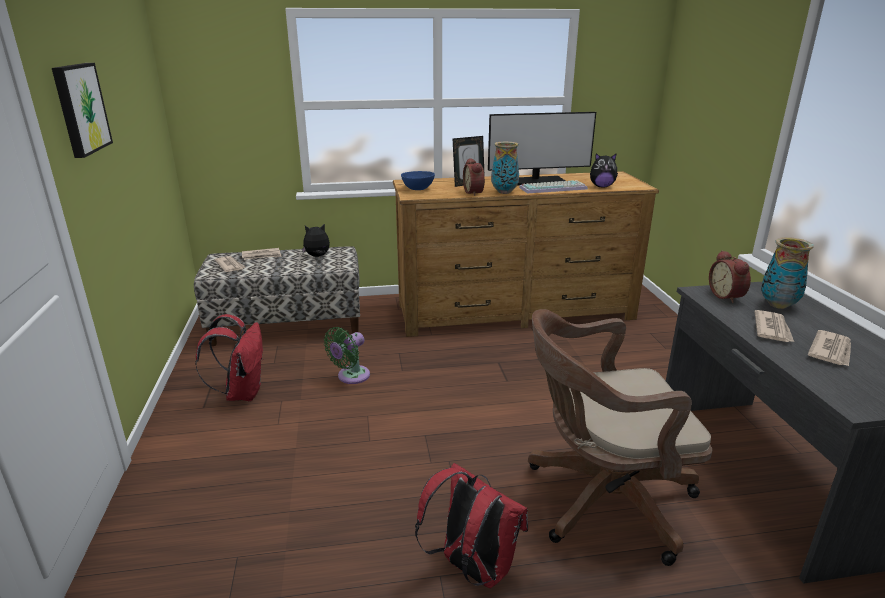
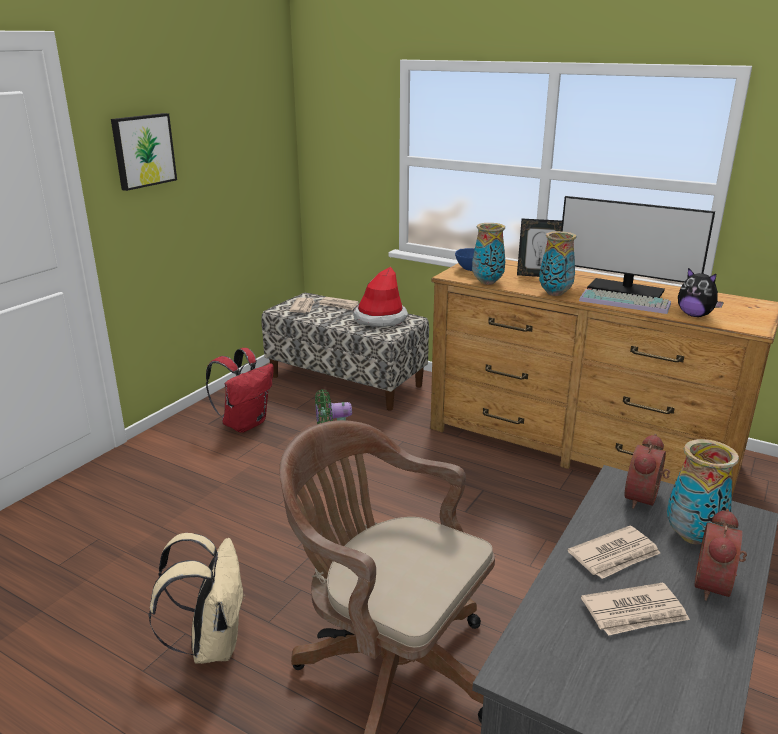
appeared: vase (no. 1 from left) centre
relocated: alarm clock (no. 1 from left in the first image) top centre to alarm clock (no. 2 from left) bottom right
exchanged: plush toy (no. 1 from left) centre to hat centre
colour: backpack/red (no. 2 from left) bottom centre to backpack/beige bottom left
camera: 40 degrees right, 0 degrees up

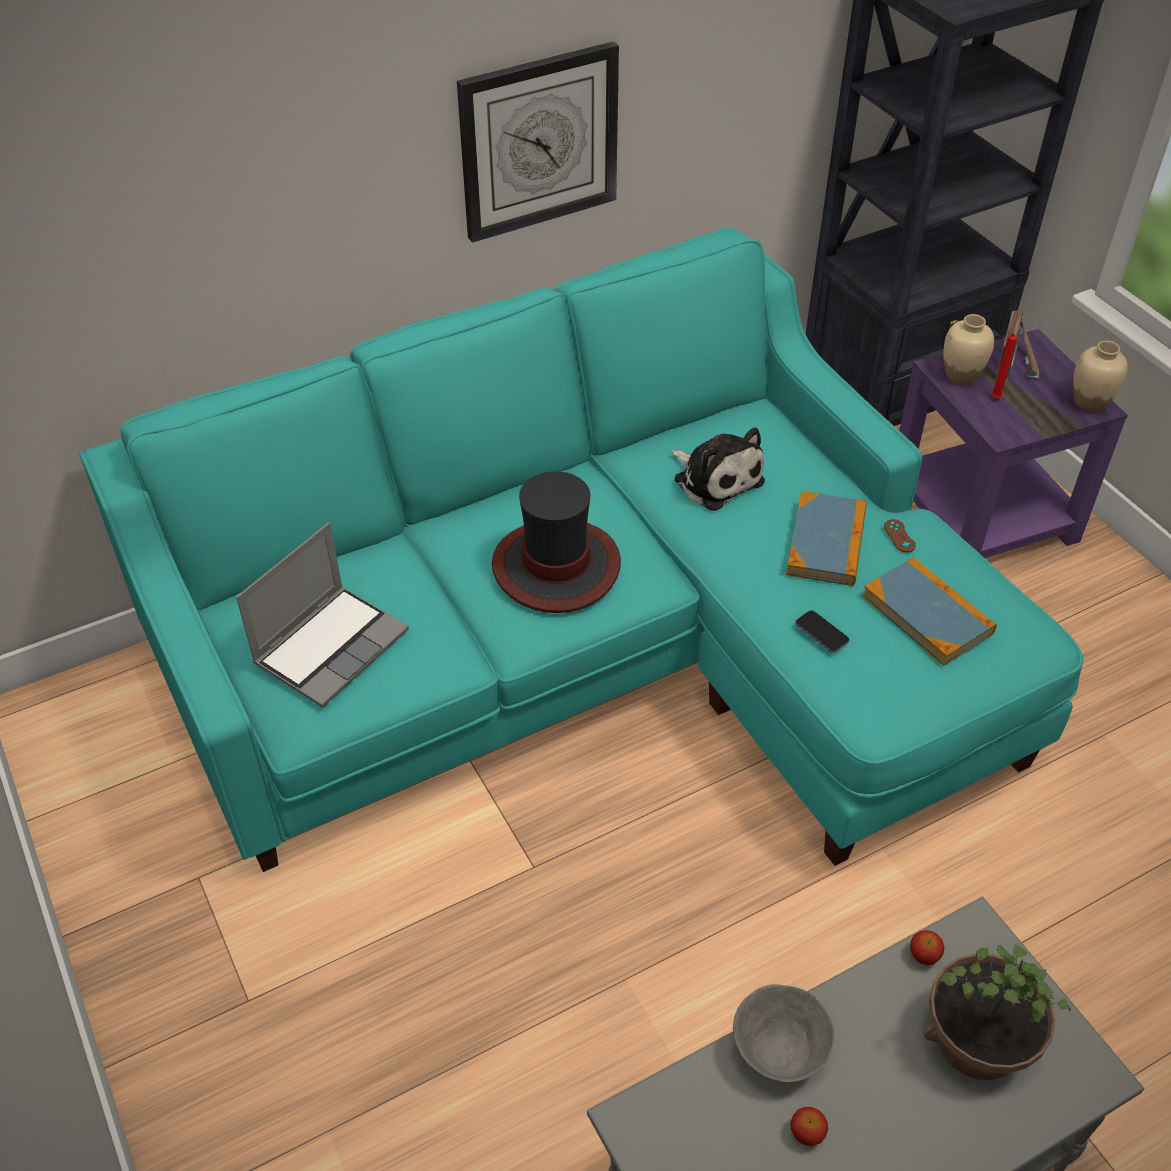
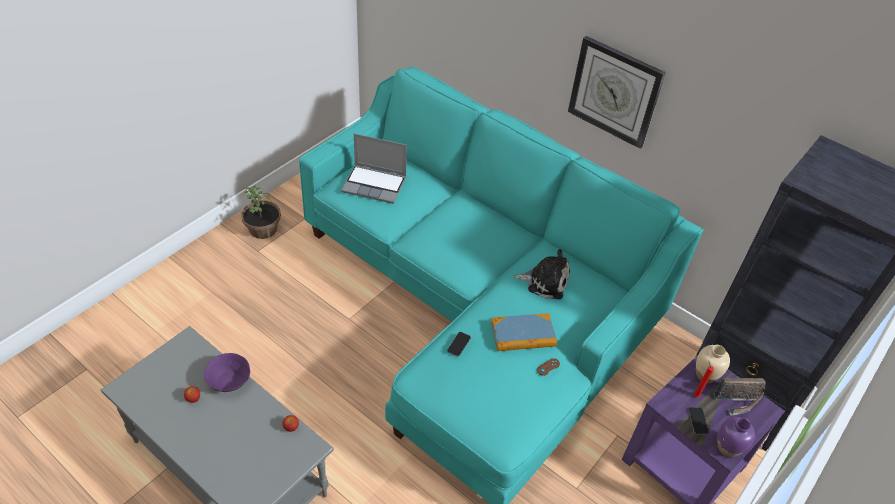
missing: hat centre; book (no. 2 from left) middle right
appeared: phone (no. 2 from left) bottom right
relocated: potted plant bottom right to middle left
colour: bowl/grey bottom right to bowl/purple bottom left; vase/beige (no. 2 from left) top right to vase/purple bottom right
spun: plush toy centre = centre 105 degrees counterclockwise
camera: 65 degrees right, 0 degrees up

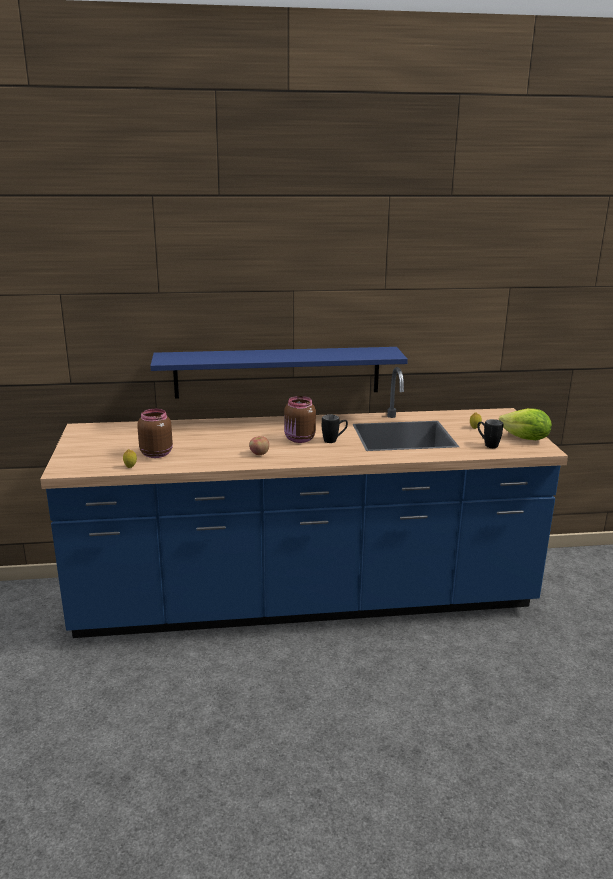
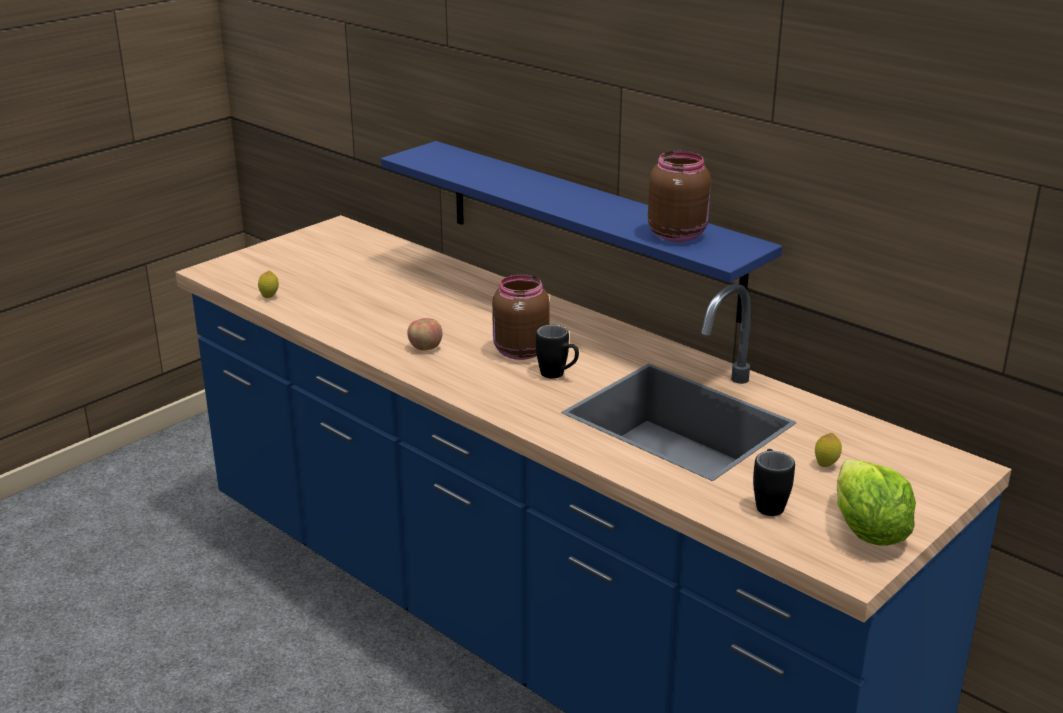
relocated: jar/brown (no. 1 from left in the first image) middle left to jar/brown (no. 2 from left) top centre
camera: 50 degrees right, 5 degrees up

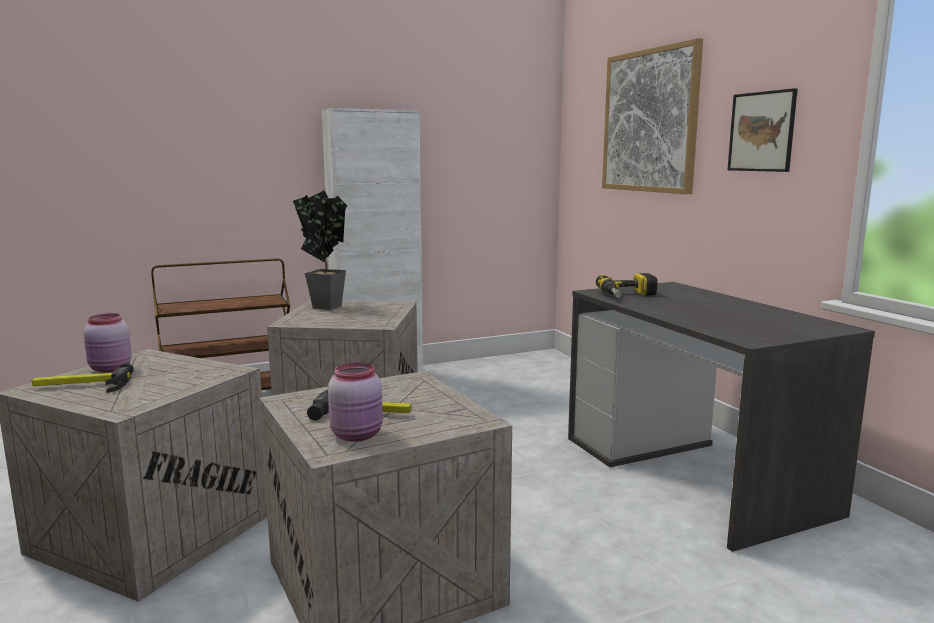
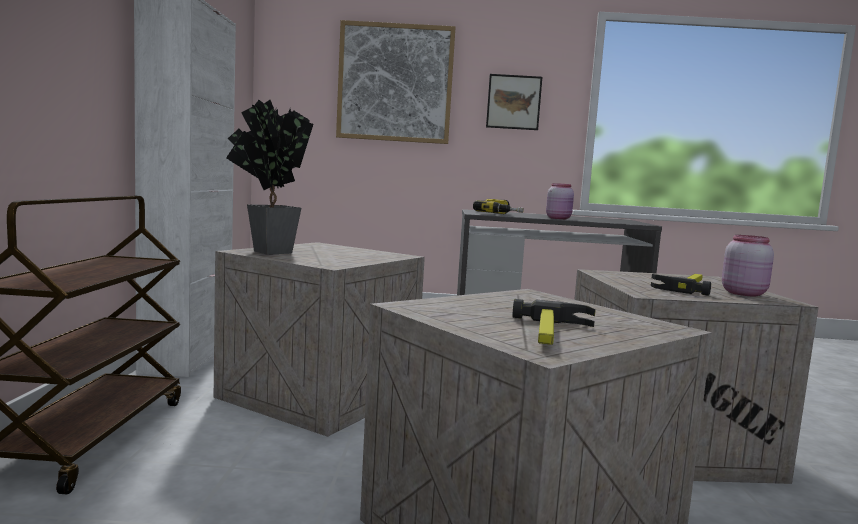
relocated: jar/pink (no. 1 from left) middle left to centre
camera: 65 degrees left, 5 degrees down

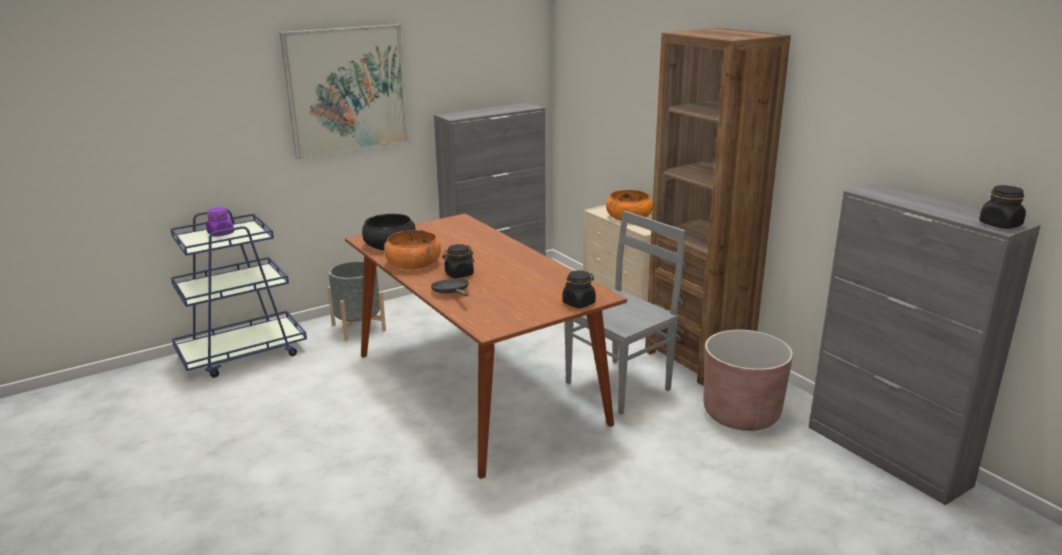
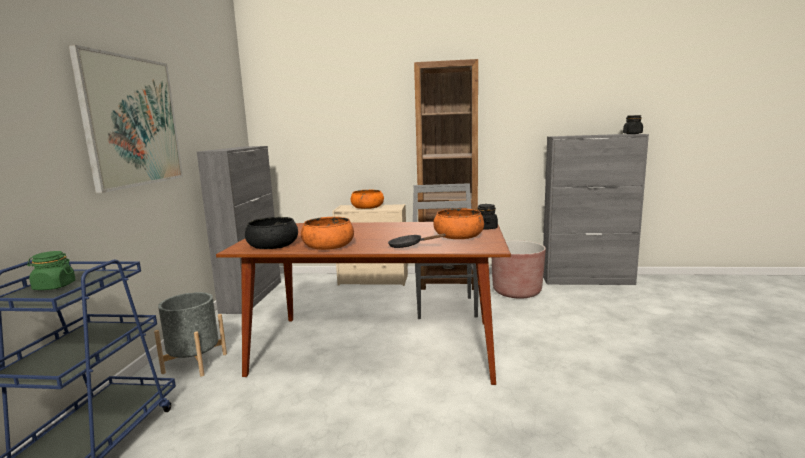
missing: jar/black (no. 1 from left) centre
appeared: bowl/orange (no. 3 from left) centre
colour: jar/purple middle left to jar/green middle left
camera: 50 degrees left, 10 degrees down

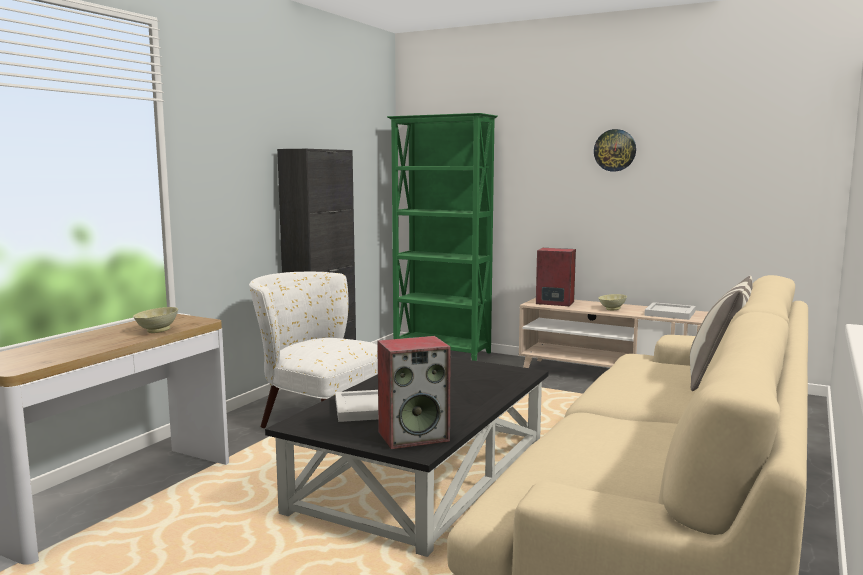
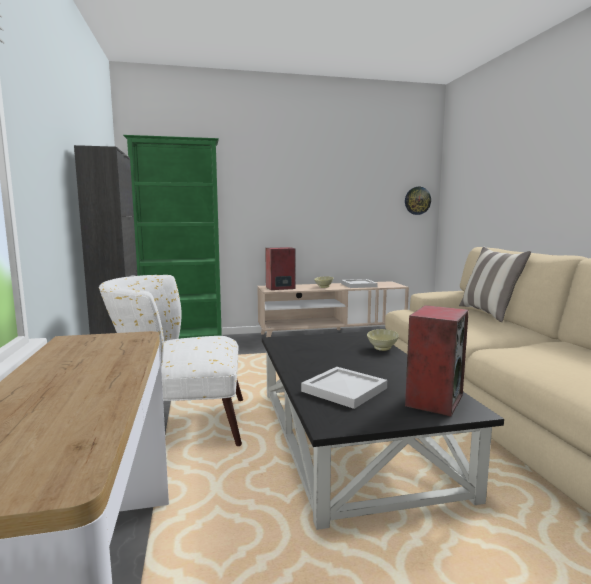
relocated: bowl/beige (no. 1 from left in the first image) middle left to bowl/beige (no. 2 from left) centre; wall clock top right to middle right
camera: 40 degrees left, 0 degrees up

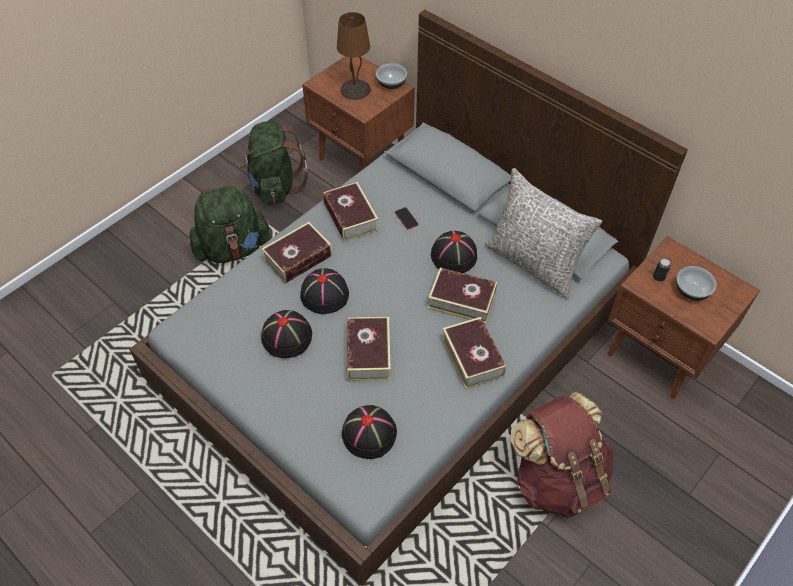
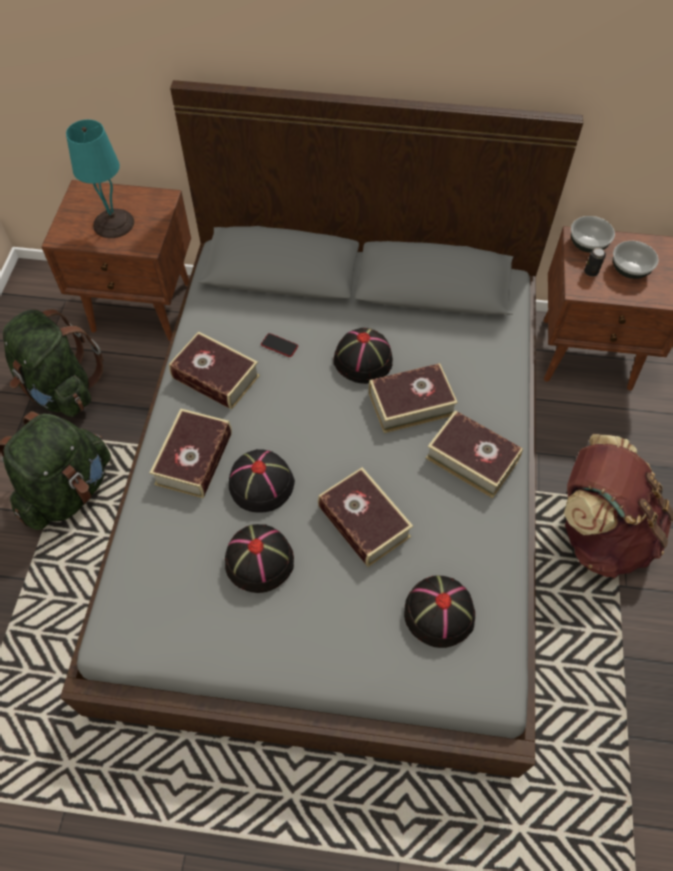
missing: pillow/grey middle right
relocated: bowl (no. 1 from left) top centre to top right
colour: table lamp/brown top centre to table lamp/turquoise top left
camera: 35 degrees left, 5 degrees up

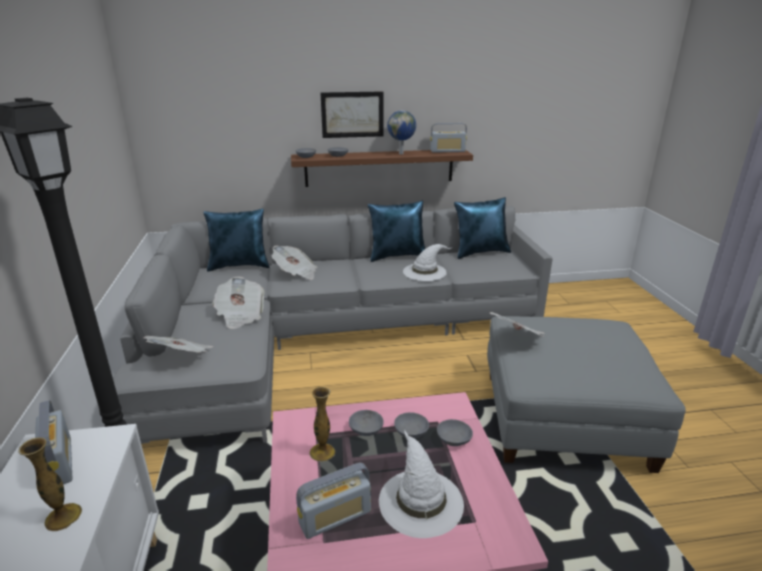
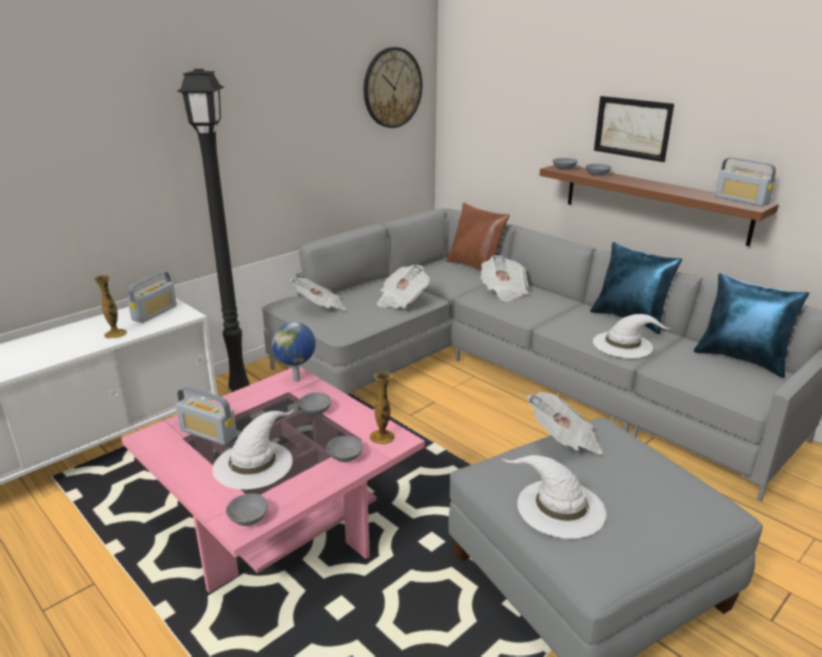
appeared: wall clock top centre; hat/white (no. 2 from left) bottom right
relocated: bowl/grey (no. 4 from left in the first image) bottom centre to bowl/grey (no. 1 from left) bottom left; globe top centre to centre; vase (no. 2 from left) bottom centre to centre
colour: pillow/blue (no. 1 from left) middle left to pillow/brown centre
camera: 55 degrees right, 0 degrees up

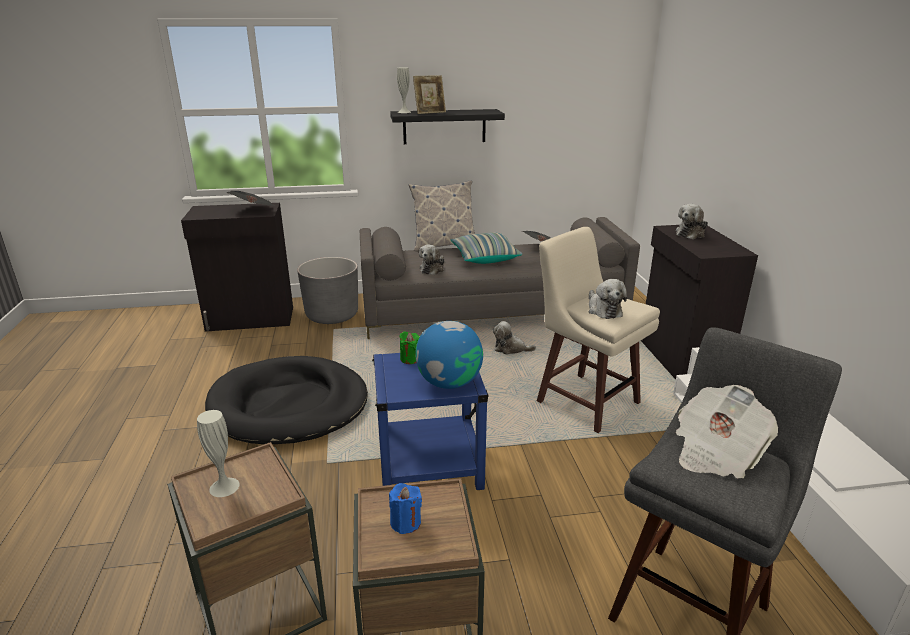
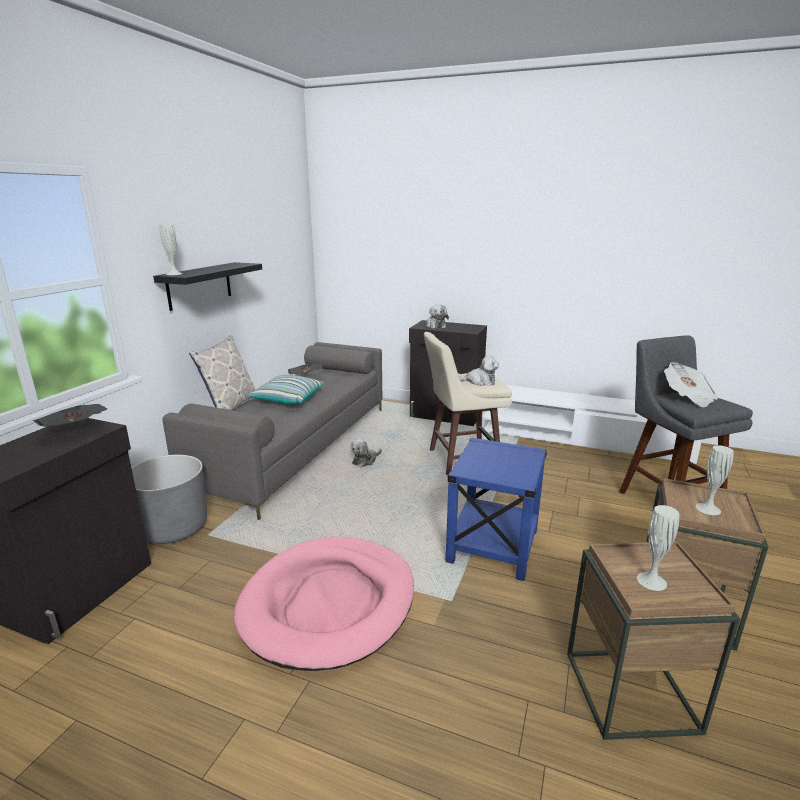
missing: candle/green centre; picture frame top centre; globe centre; plush toy (no. 1 from left) centre
exchanged: candle/blue bottom centre to vase/white (no. 3 from left) middle right
colour: dog bed/black middle left to dog bed/pink bottom centre
camera: 60 degrees left, 5 degrees down

